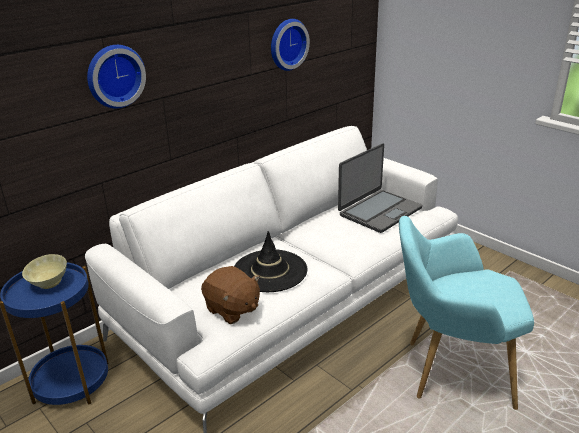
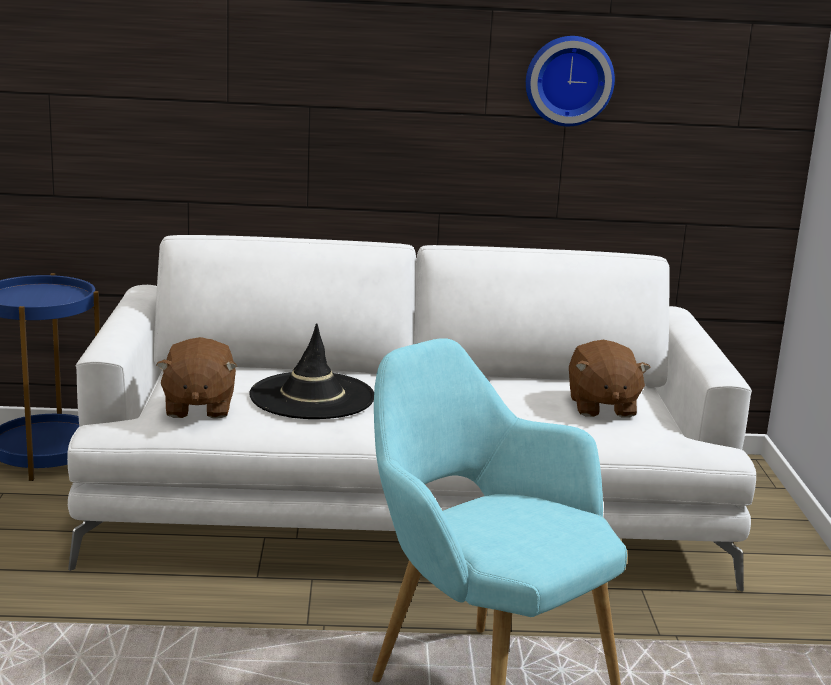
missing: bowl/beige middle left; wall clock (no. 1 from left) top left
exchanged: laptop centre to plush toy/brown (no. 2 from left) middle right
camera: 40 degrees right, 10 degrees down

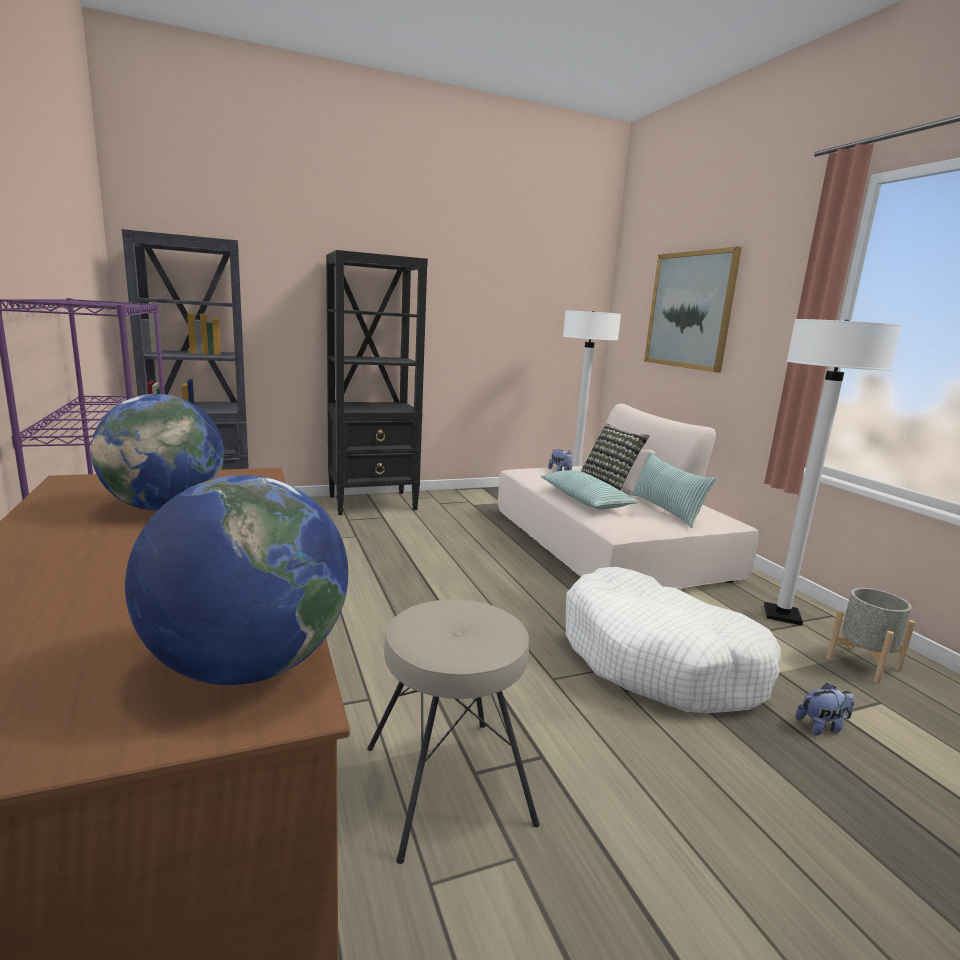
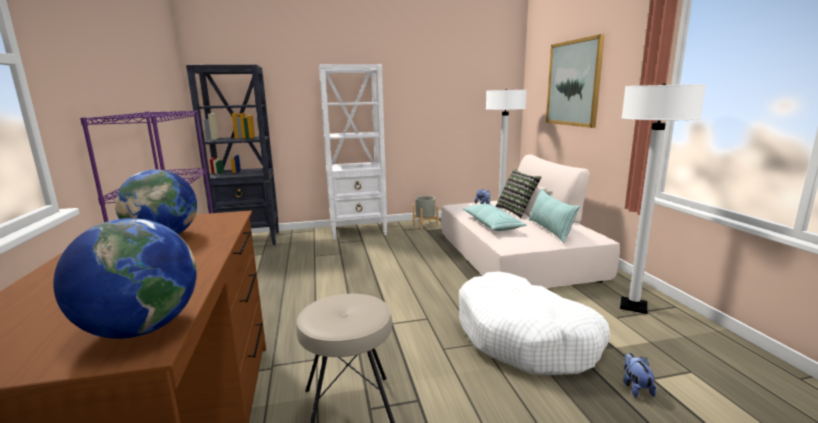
relocated: planter/grey middle right to centre
colour: bookcase/black (no. 2 from left) centre to bookcase/white centre
spun: plush toy (no. 2 from left) bottom right = bottom right 90 degrees counterclockwise
camera: 10 degrees right, 0 degrees up

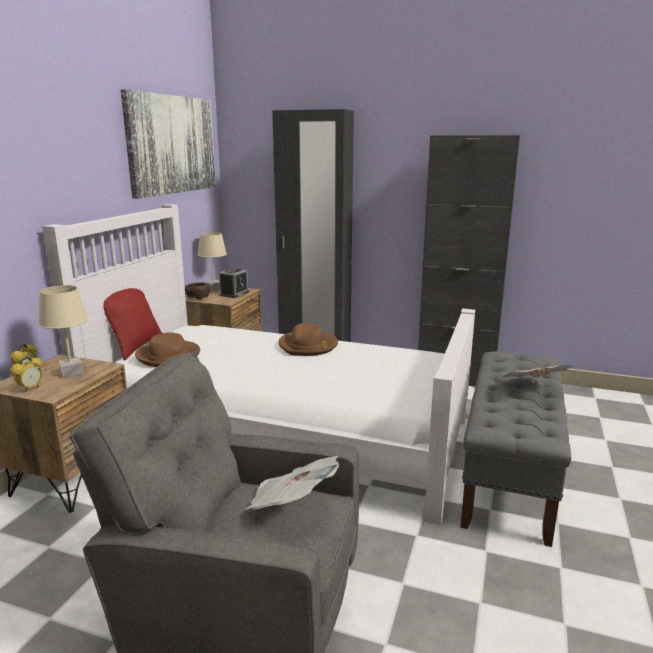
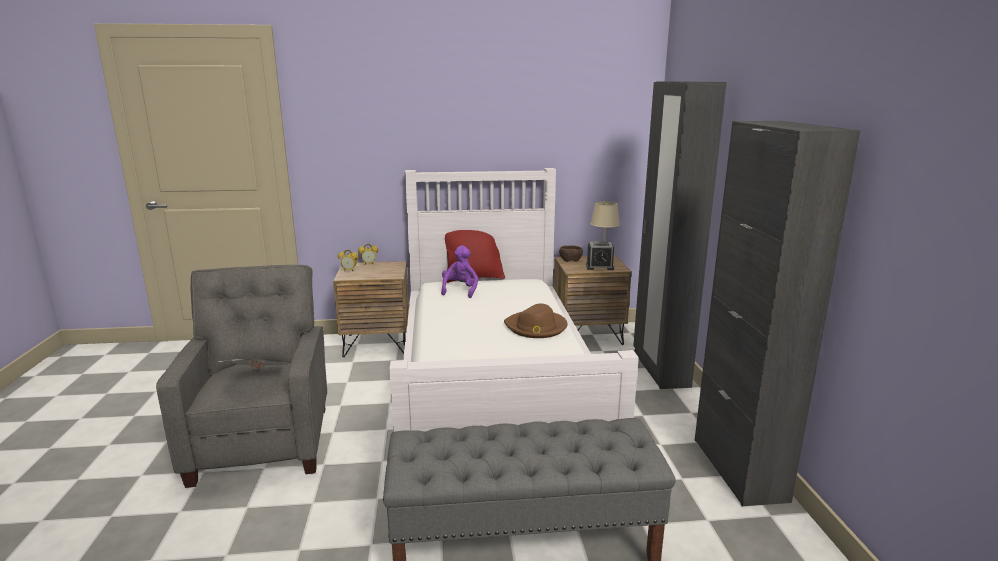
missing: table lamp/beige (no. 1 from left) middle left; picture top left; newspaper (no. 2 from left) middle right
exchanged: hat/brown (no. 1 from left) middle left to plush toy/purple centre
camera: 65 degrees right, 0 degrees up

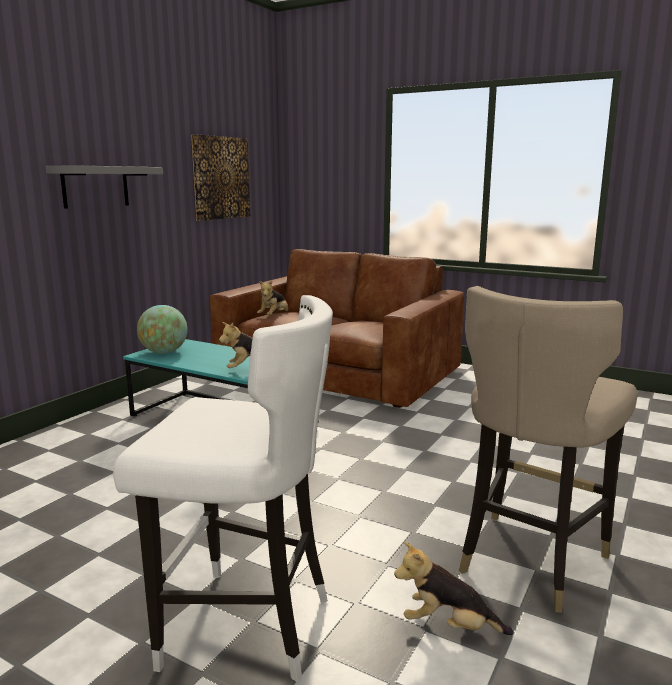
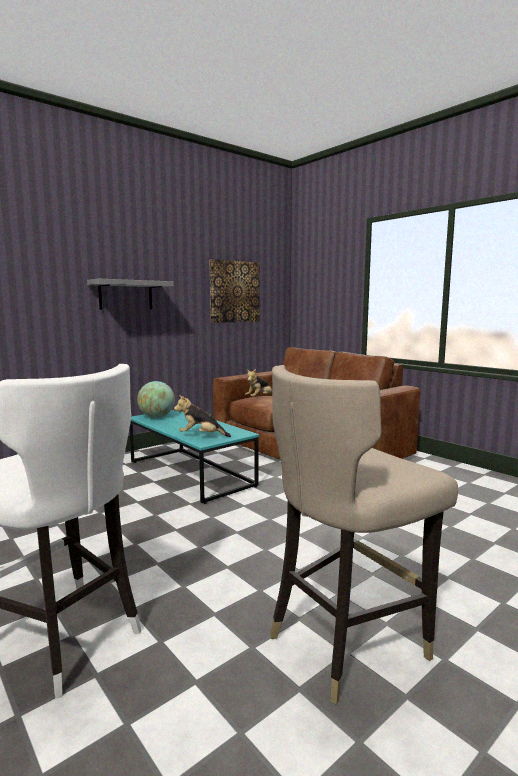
missing: plush toy (no. 3 from left) bottom right
camera: 20 degrees right, 5 degrees down

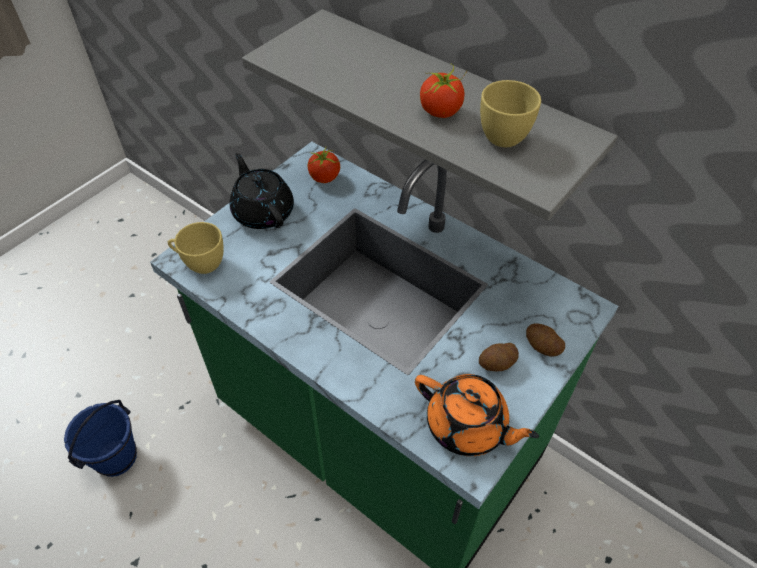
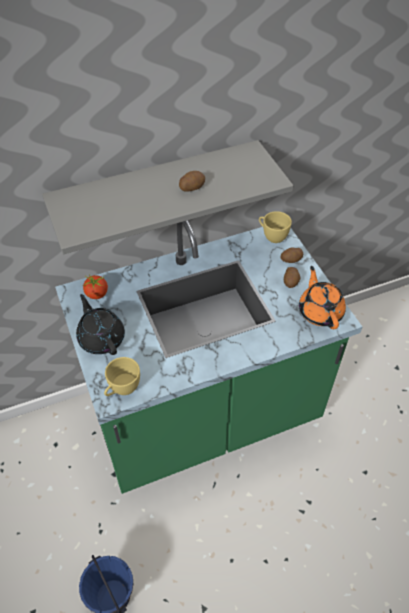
relocated: cup/yellow (no. 2 from left) top right to middle right
exchanged: tomato (no. 2 from left) top centre to potato (no. 1 from left) top centre
spun: teapot/black centre = middle left 60 degrees clockwise; teapot/orange bottom centre = middle right 75 degrees counterclockwise
camera: 60 degrees left, 0 degrees up

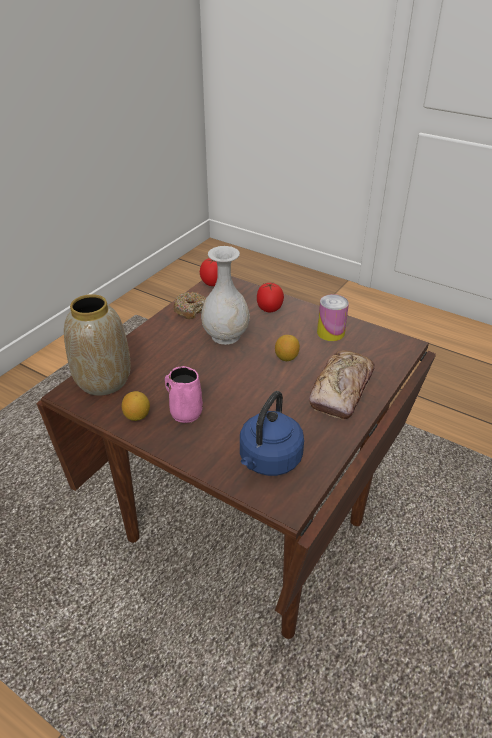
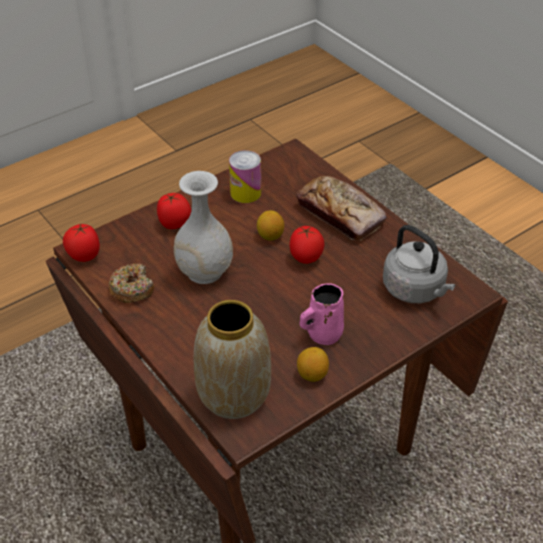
appeared: tomato (no. 3 from left) centre
colour: kettle/blue centre to kettle/grey middle right
camera: 70 degrees left, 5 degrees up

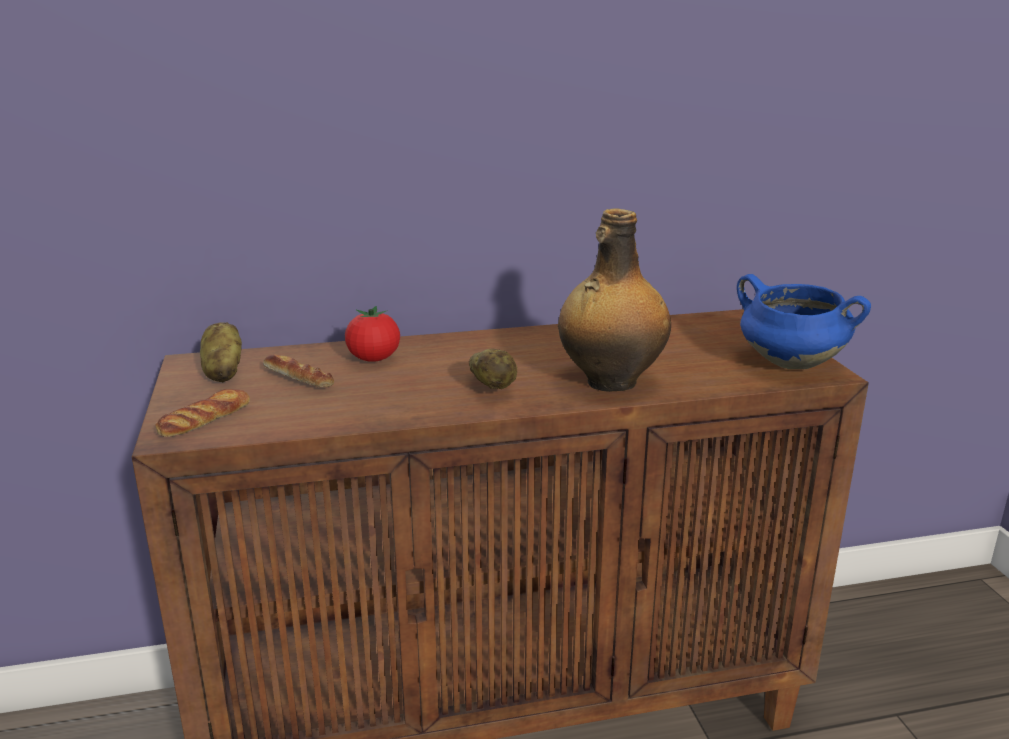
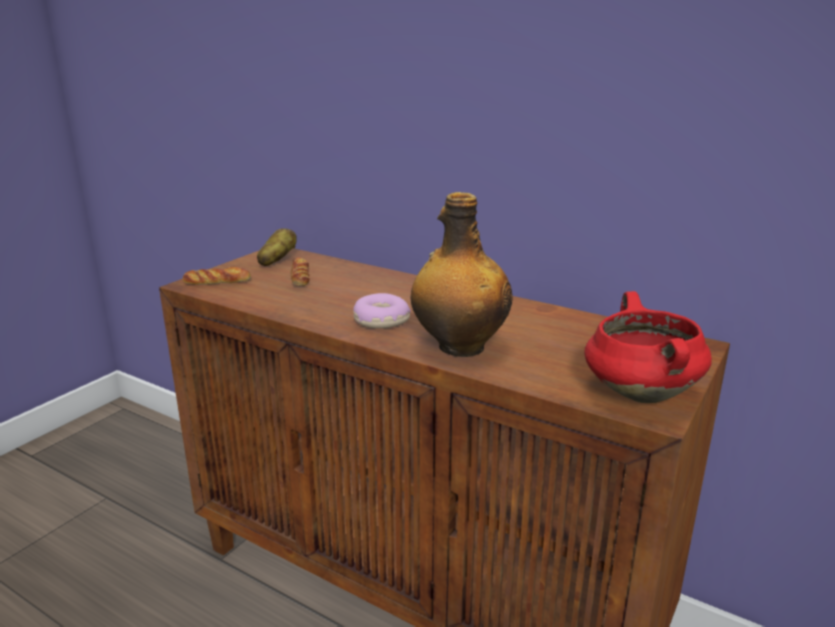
missing: tomato centre
exchanged: potato (no. 2 from left) centre to donut centre
colour: cooking pot/blue middle right to cooking pot/red middle right
camera: 45 degrees right, 0 degrees up

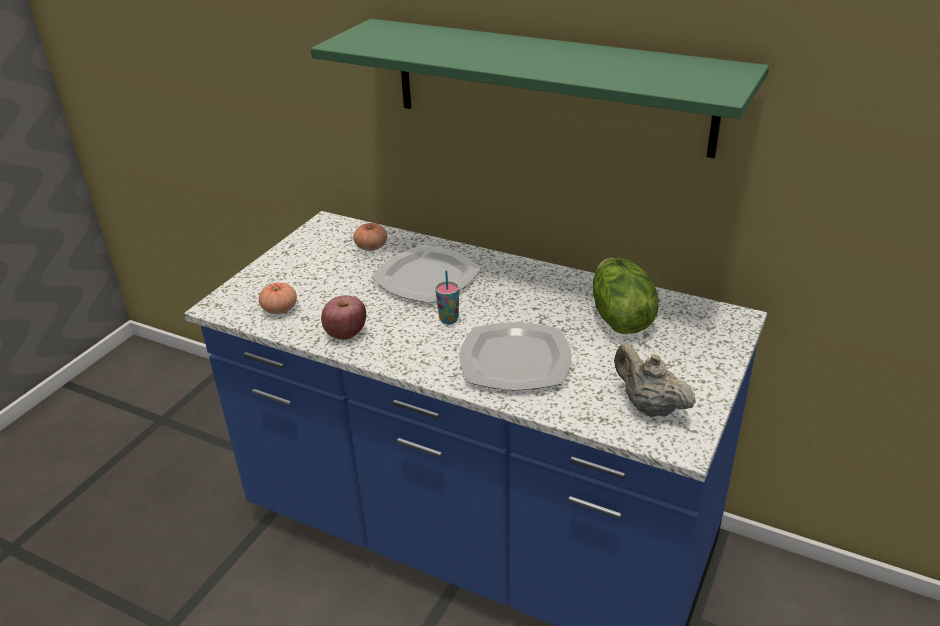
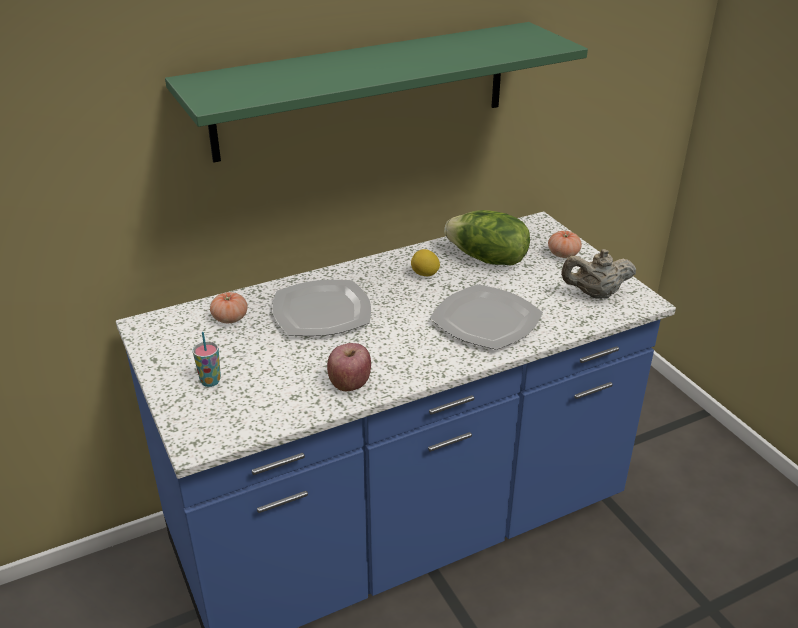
appeared: lemon centre
relocated: cup centre to middle left; tomato (no. 1 from left in the first image) middle left to tomato (no. 2 from left) middle right
camera: 55 degrees left, 0 degrees up

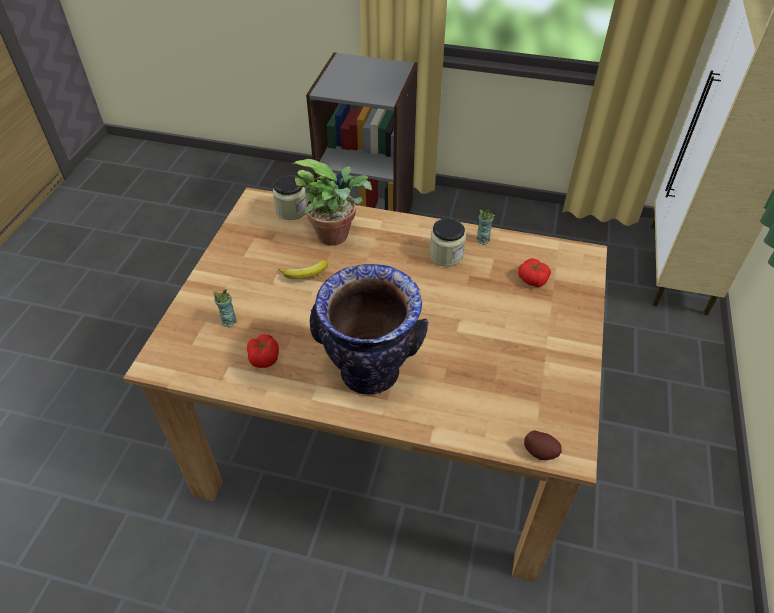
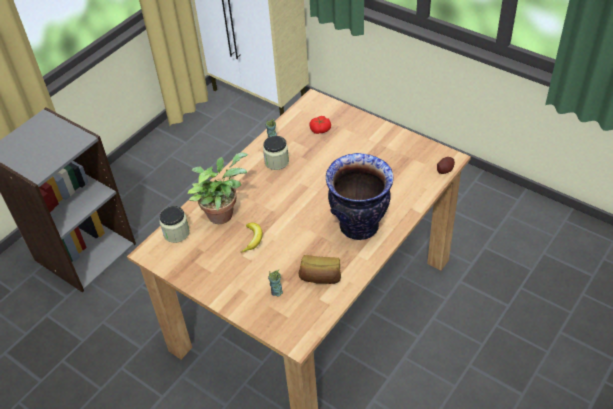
exchanged: tomato (no. 1 from left) centre to bread centre
camera: 65 degrees left, 0 degrees up

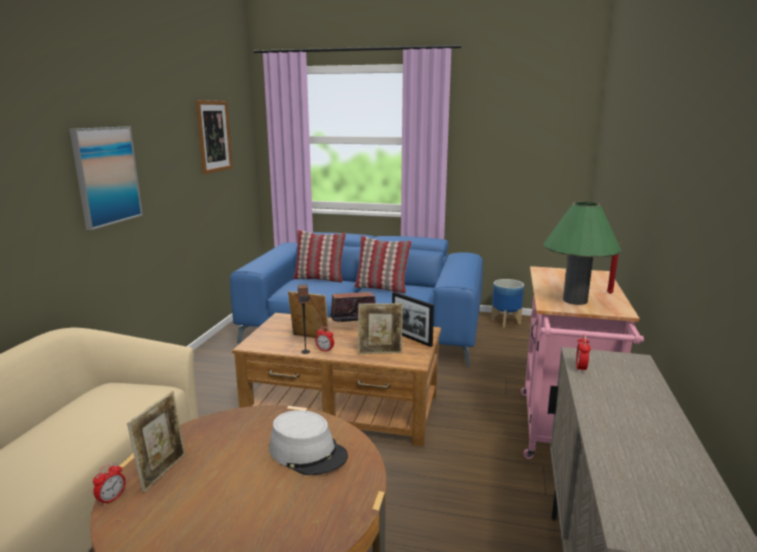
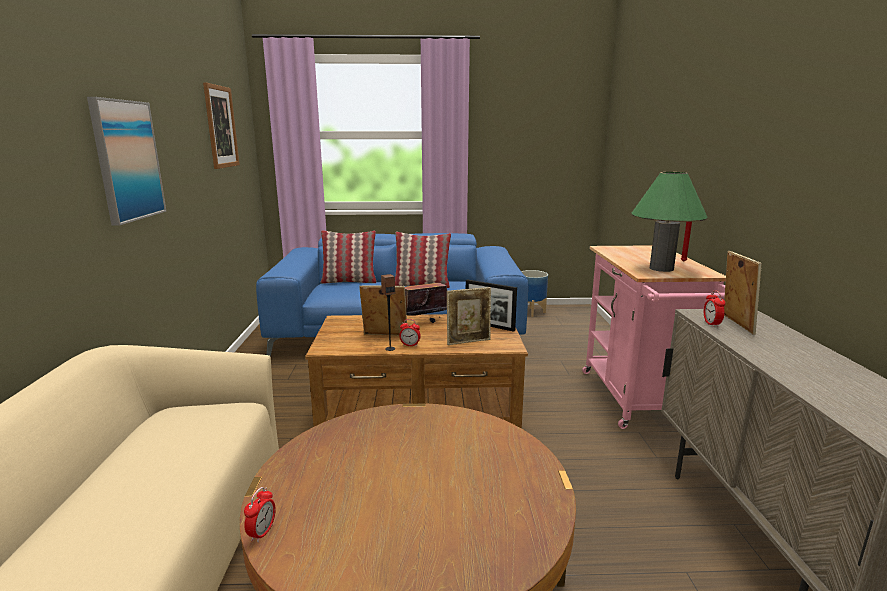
missing: hat/grey bottom centre
relocated: picture frame (no. 1 from left in the first image) bottom left to picture frame (no. 4 from left) middle right
camera: 15 degrees left, 0 degrees up

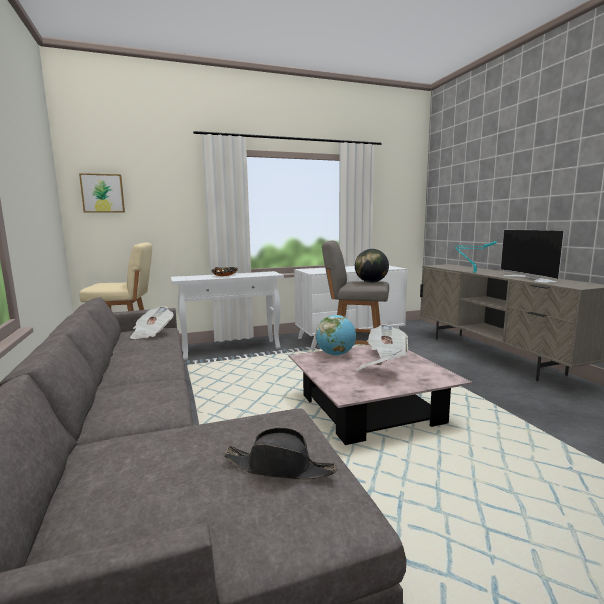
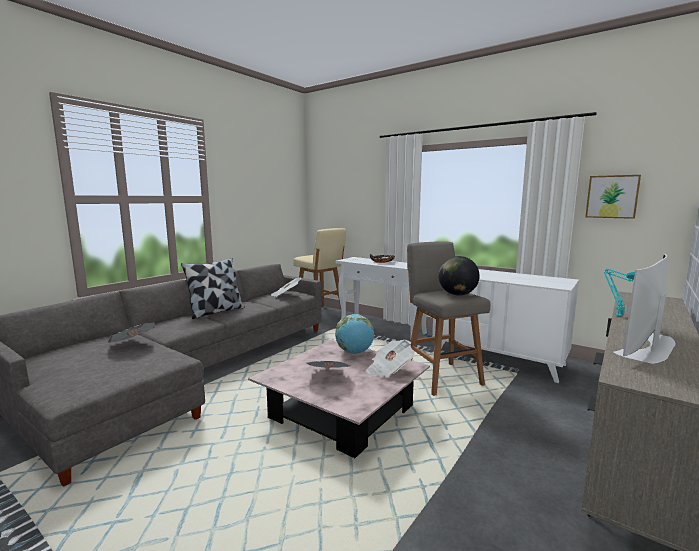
missing: hat/black bottom centre
appeared: newspaper (no. 1 from left) middle left; pillow middle left
relocated: picture top left to middle right
camera: 55 degrees right, 0 degrees up

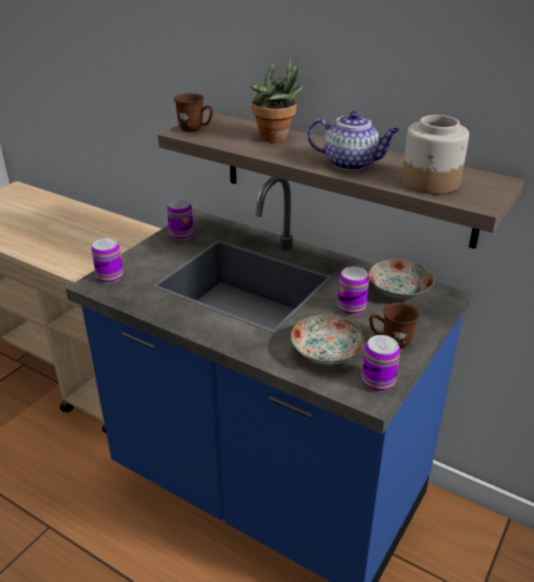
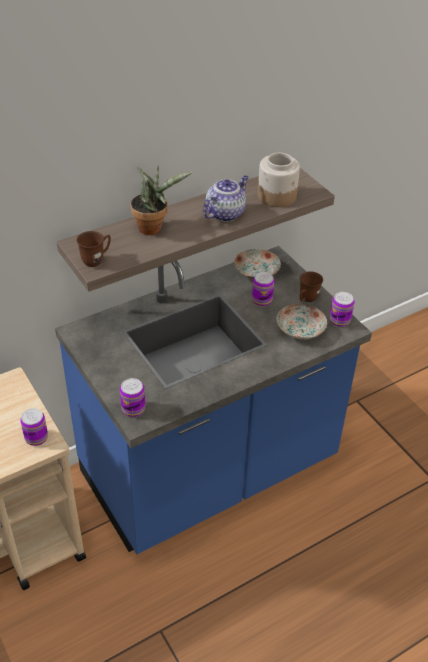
relocated: can (no. 2 from left in the first image) centre to can (no. 1 from left) middle left
camera: 65 degrees left, 10 degrees up

